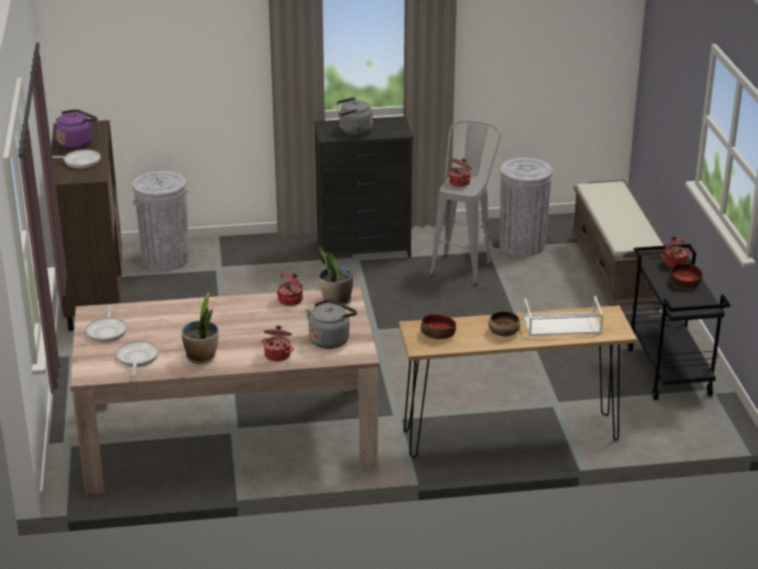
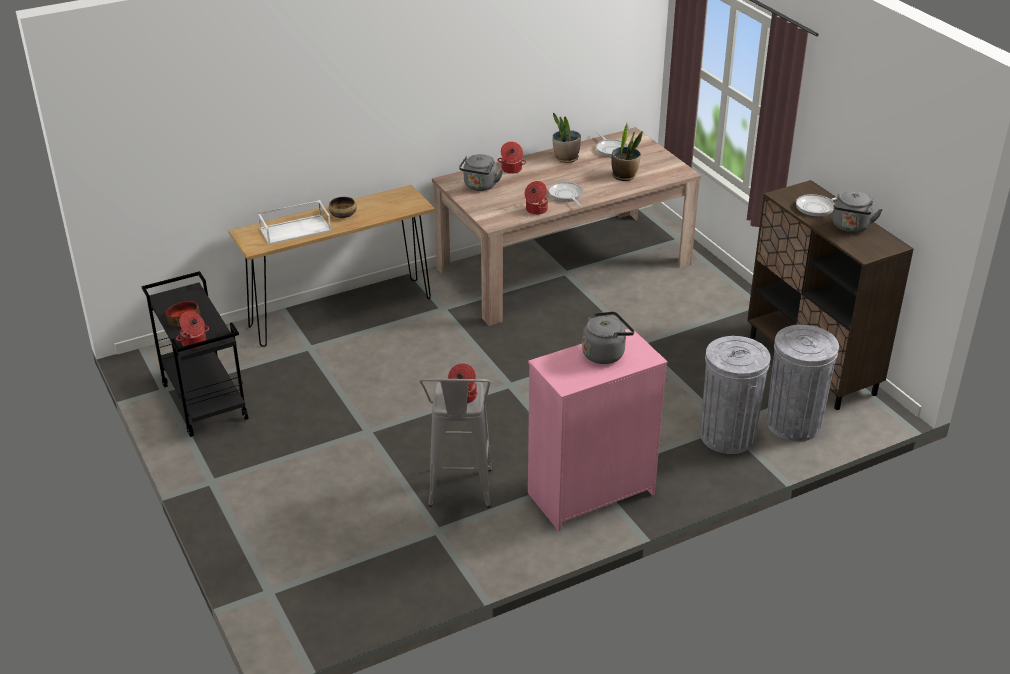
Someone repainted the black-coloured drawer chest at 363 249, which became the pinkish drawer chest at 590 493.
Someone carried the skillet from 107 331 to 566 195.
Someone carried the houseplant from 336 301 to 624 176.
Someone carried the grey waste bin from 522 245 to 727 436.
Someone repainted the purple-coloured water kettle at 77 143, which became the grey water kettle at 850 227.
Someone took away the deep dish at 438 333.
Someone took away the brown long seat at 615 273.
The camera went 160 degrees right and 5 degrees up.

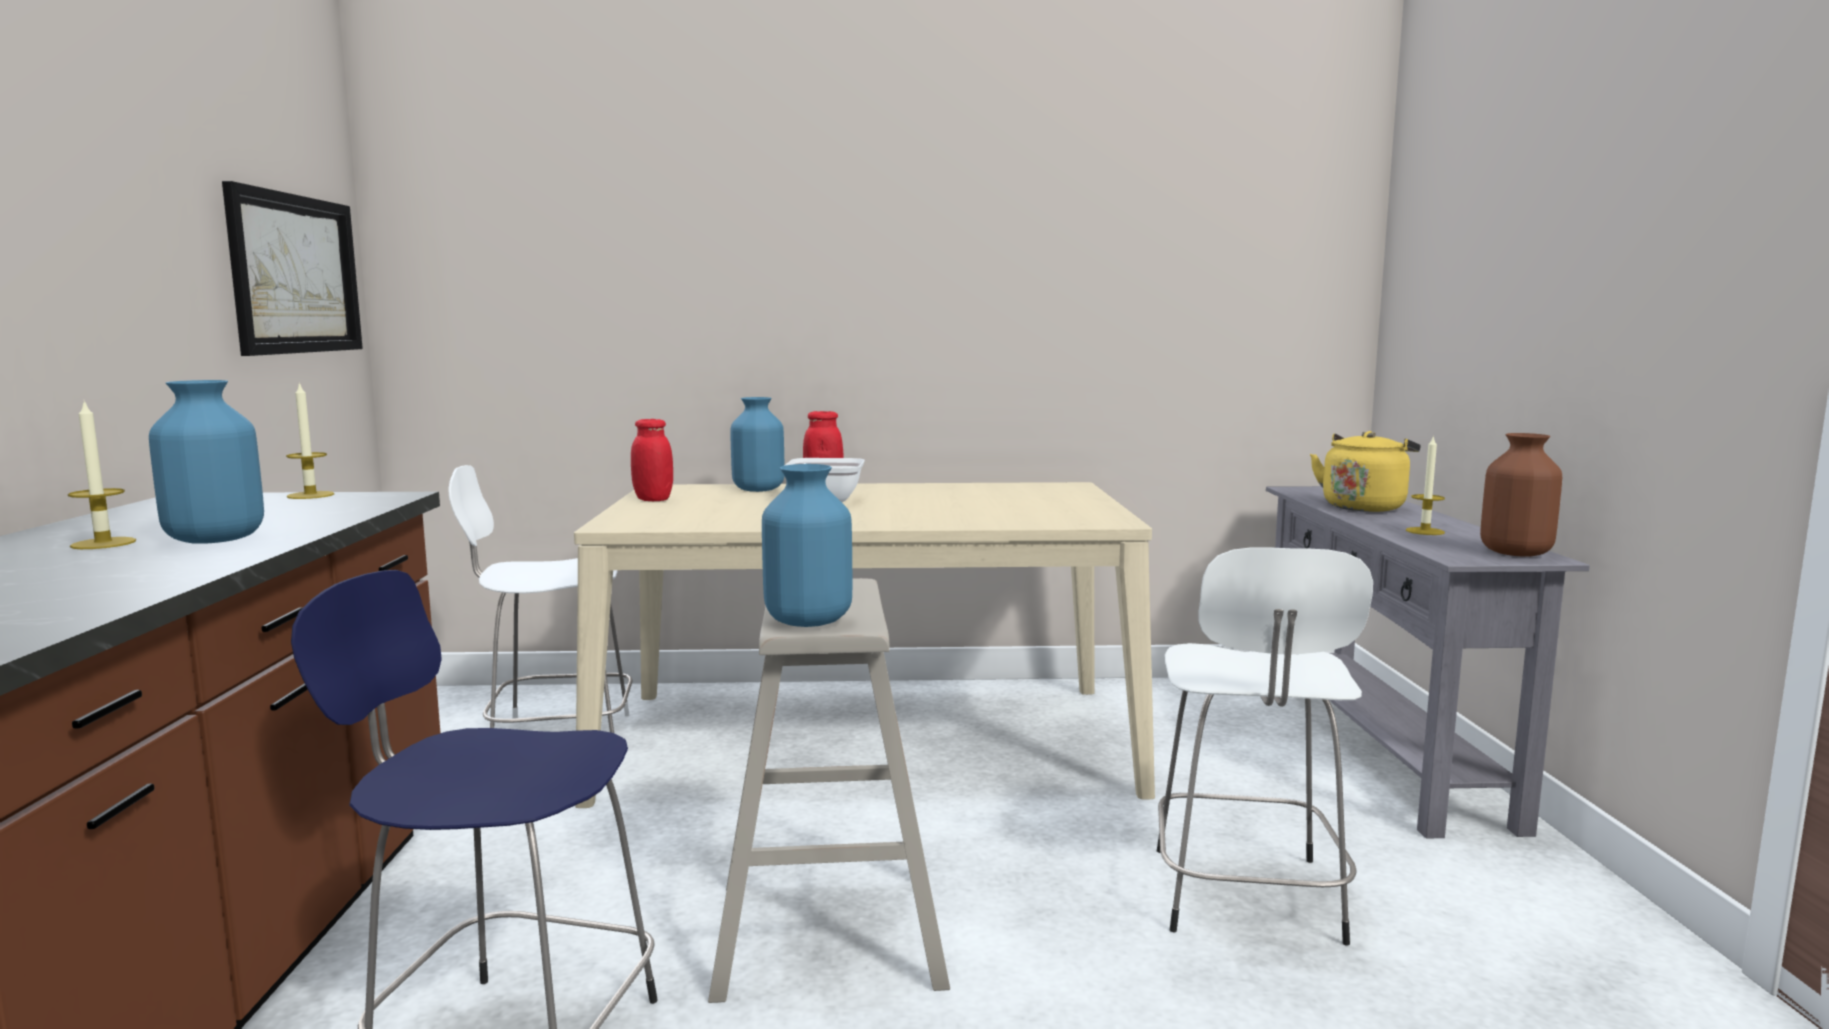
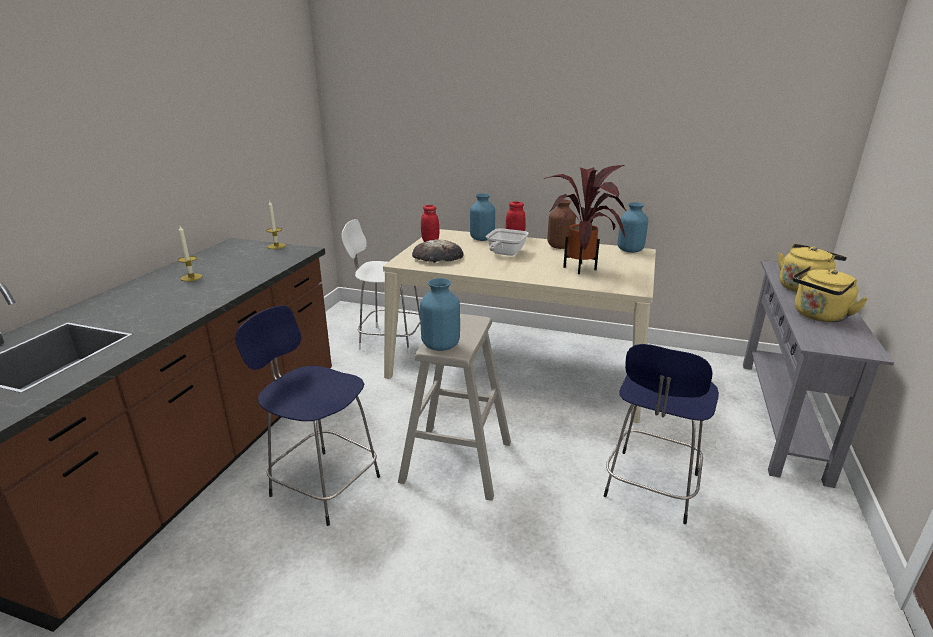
Someone put down the bakery bread at 437 257.
Someone put down the houseplant at 583 268.
Someone carried the brown decorative vase from 1516 553 to 560 247.
Someone repainted the white-coloured sitting stool at 1246 898, which became the blue sitting stool at 650 487.
Someone carried the blue decorative vase from 214 539 to 629 250.
Someone swapped the wax candle at 1425 531 for the yellowish water kettle at 818 316.
Someone took away the wall picture at 295 274.
The camera went 20 degrees right and 15 degrees up.

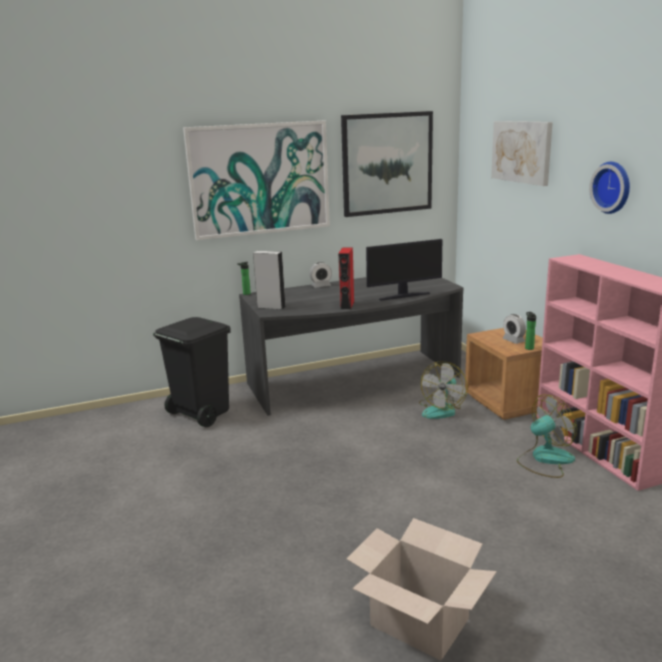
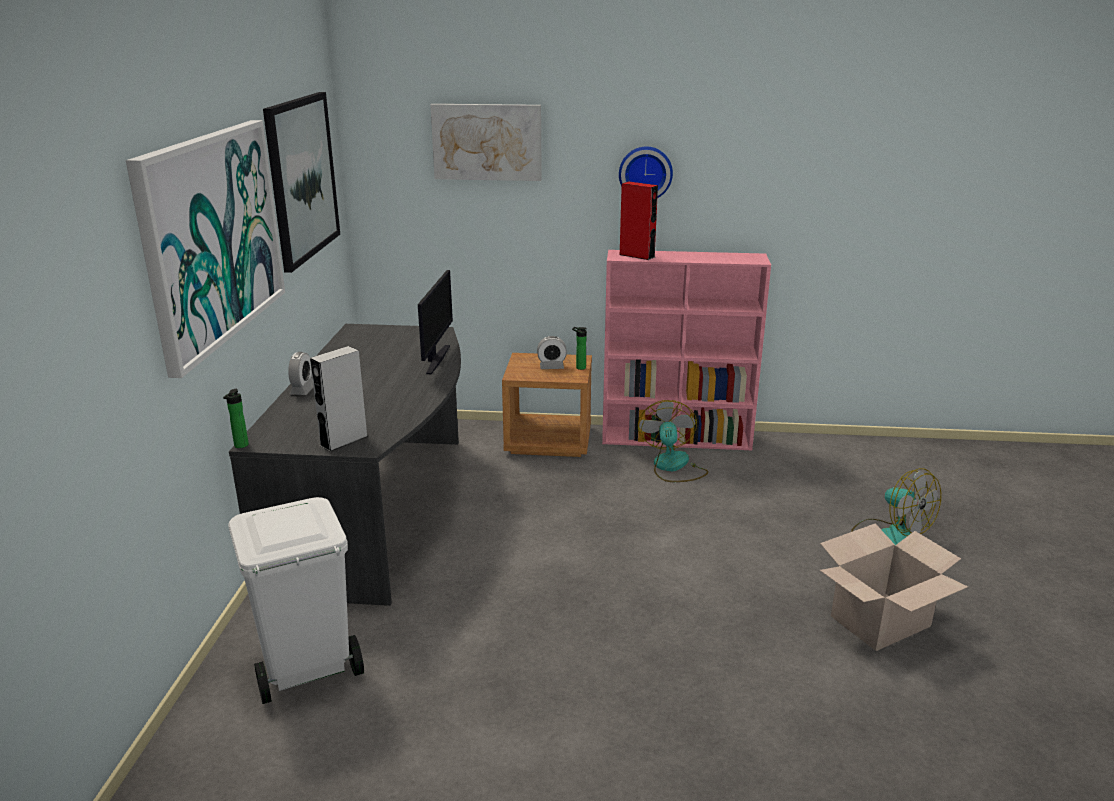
Someone repainted the black-coloured waste bin at 201 414, which became the white-coloured waste bin at 306 670.
Someone carried the red speaker from 347 305 to 637 255.
Someone carried the fan from 442 409 to 889 537.
The camera went 65 degrees left and 5 degrees up.

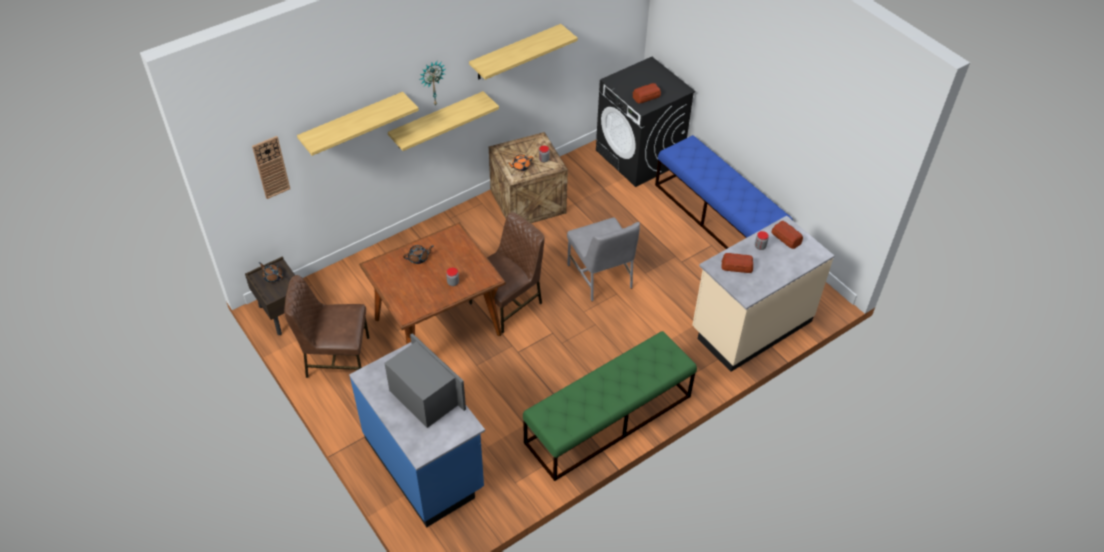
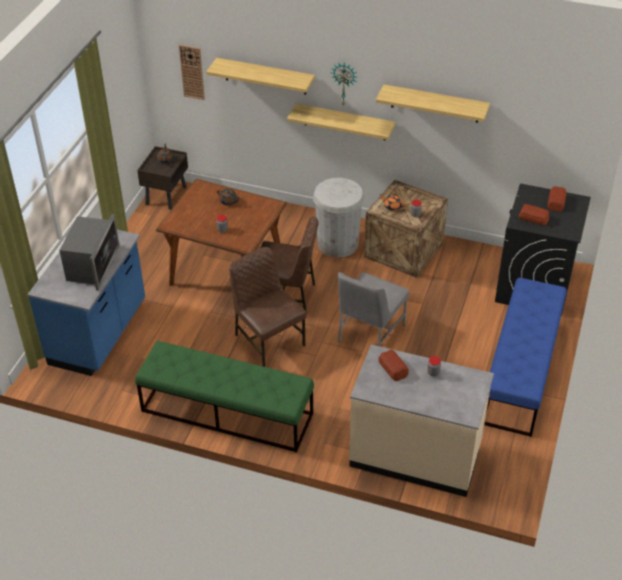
Someone carried the brown upright chair from 336 357 to 268 340.
Someone put down the white-coloured waste bin at 337 243.
Someone carried the bakery bread from 786 237 to 556 202.
The camera went 55 degrees right and 5 degrees down.

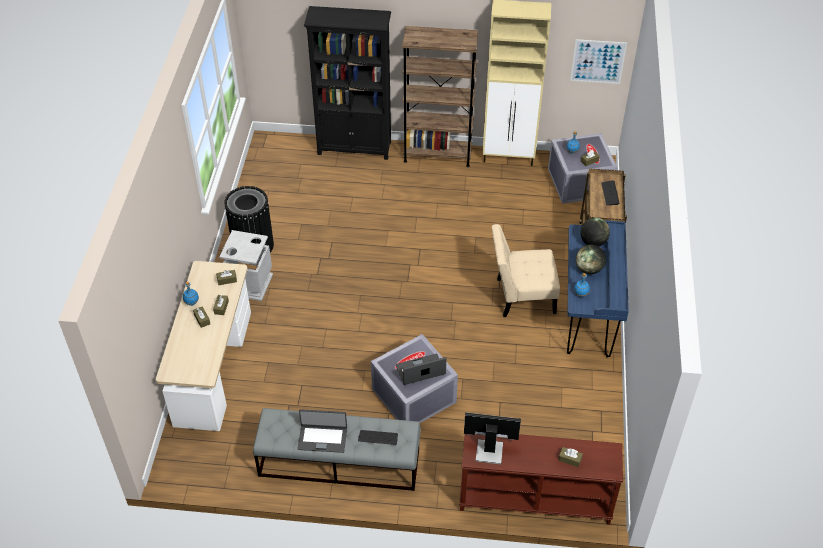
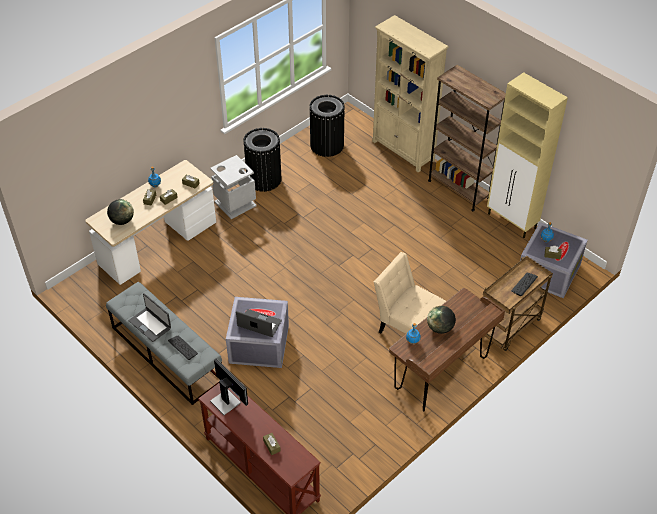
Someone carried the desk globe from 593 242 to 122 221.
Someone put down the black-coloured waste bin at 326 145.
Someone repainted the black-coloured bookcase at 355 148, which became the sand-coloured bookcase at 403 151.
Someone repainted the blue desk at 588 317, which became the brown desk at 441 374.
Someone took away the wall picture at 598 61.
The camera went 40 degrees right and 0 degrees up.

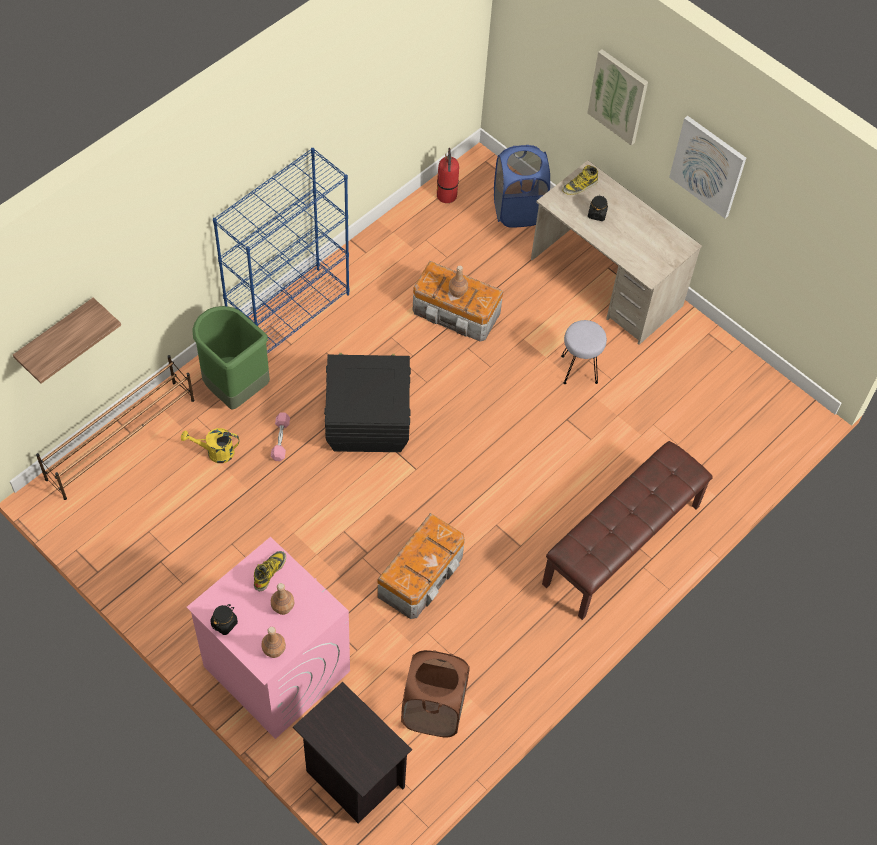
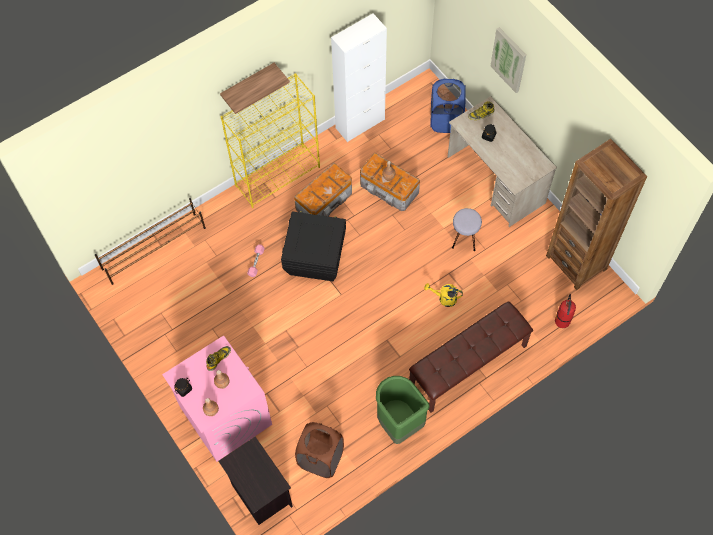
Someone carried the wall shelf from 56 336 to 248 84.
Someone repainted the blue bookcase at 289 314, which became the yellowish bookcase at 278 176.
Someone carried the storage bin from 422 575 to 325 200.
Someone put down the white-coloured storage cabinet at 360 123.
Someone carried the greenish waste bin from 234 389 to 398 423.
Someone carried the yellowish sprinkling can from 215 452 to 444 298.
Someone put down the brown bookcase at 576 262.
Someone carried the fire-fighting cylinder from 447 196 to 562 321.
Someone took away the wall picture at 708 166.
The camera went 15 degrees right and 5 degrees up.

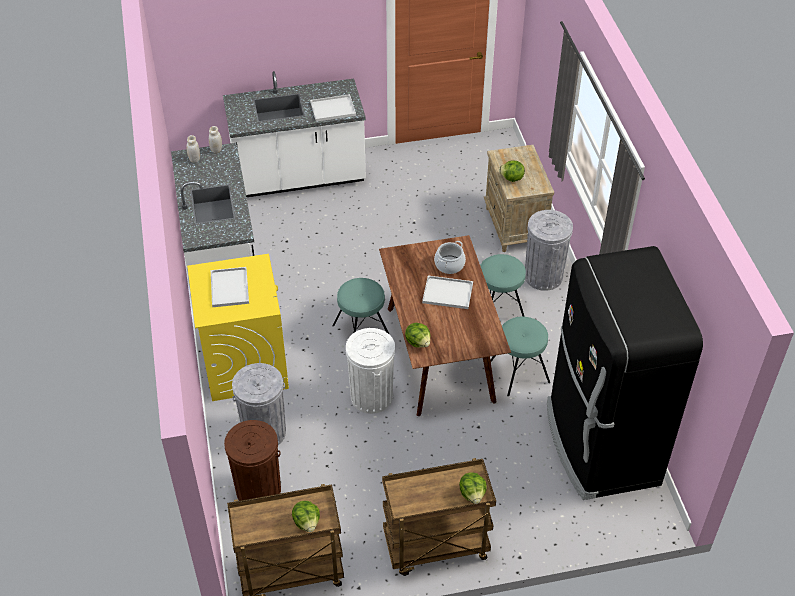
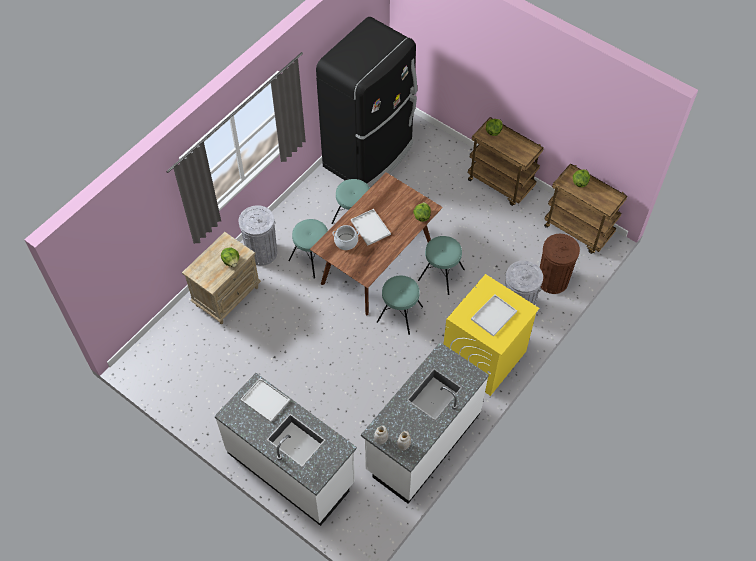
Someone swapped the white-coloured waste bin at 371 396 for the turquoise-coloured sitting stool at 441 275.
The camera went 130 degrees left and 10 degrees up.

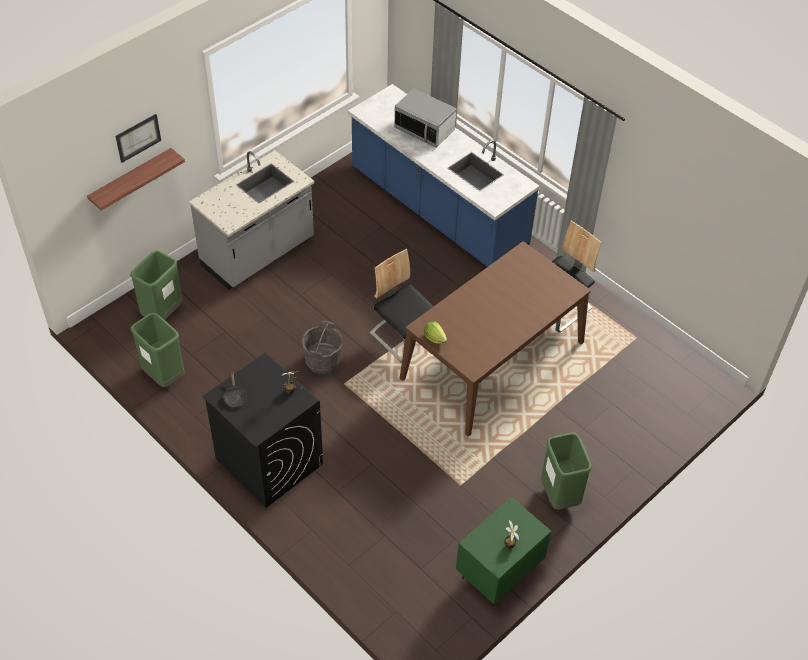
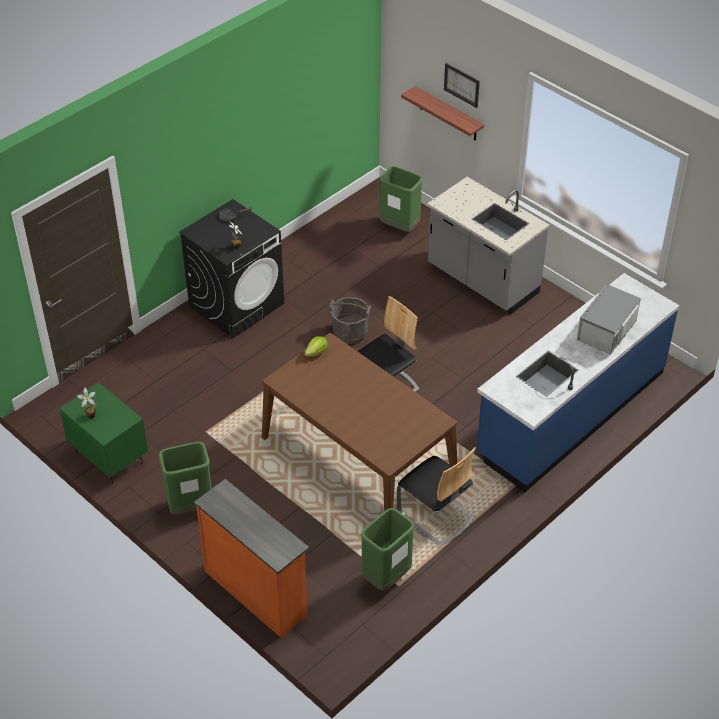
Someone put down the orange-coloured drawer chest at 256 591.
Someone carried the greenish waste bin from 164 376 to 386 577.
The camera went 90 degrees right and 5 degrees down.

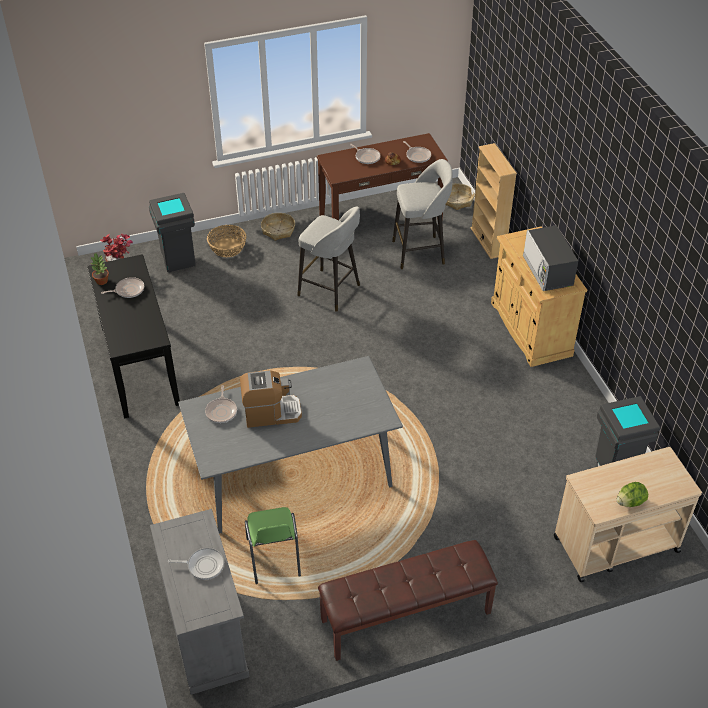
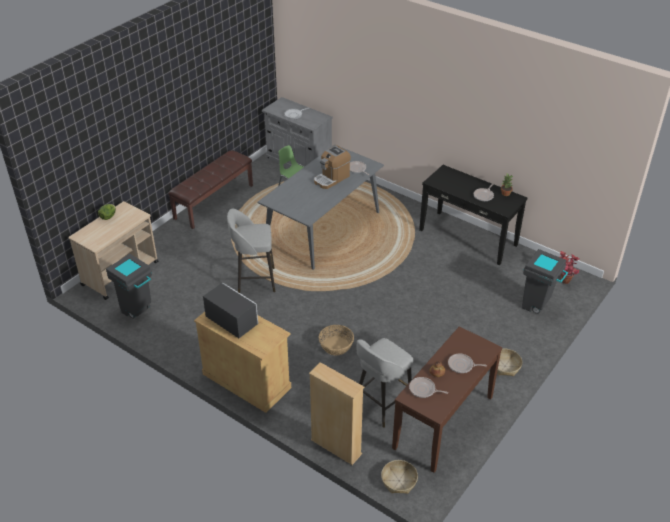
Someone carried the grey sitting stool from 330 291 to 254 280.
Someone carried the household basket from 227 247 to 336 346.
The camera went 145 degrees right and 5 degrees down.

